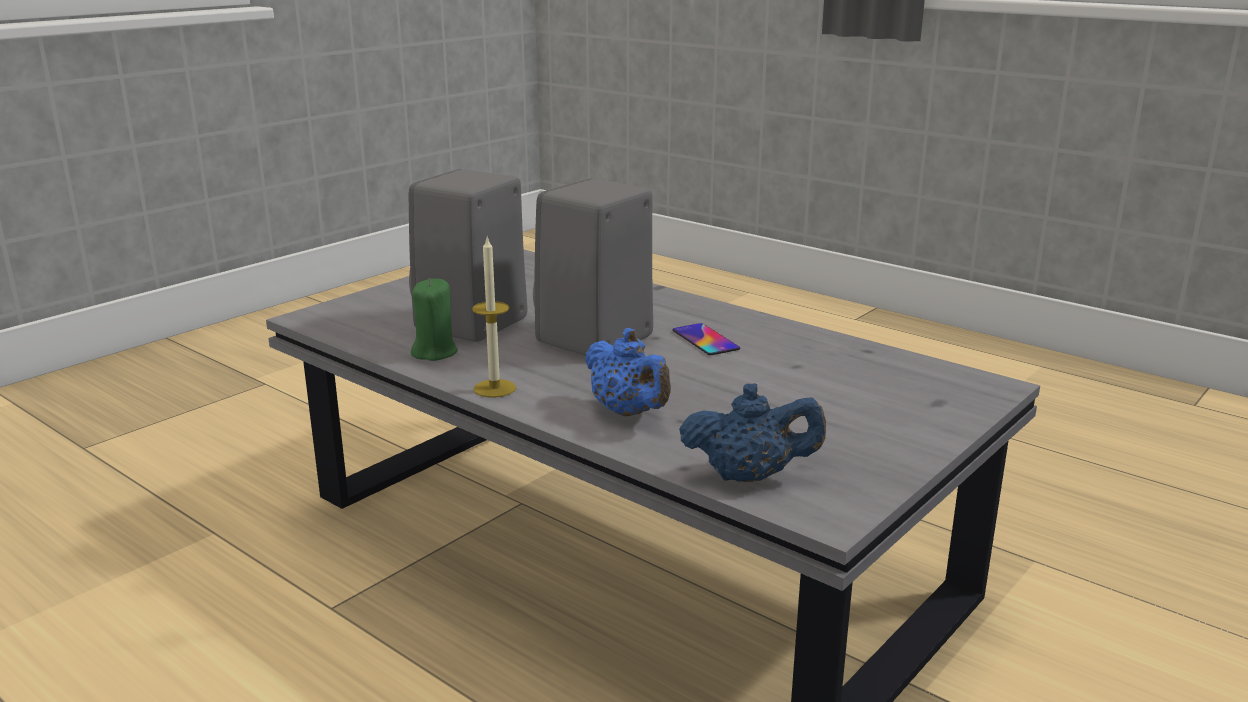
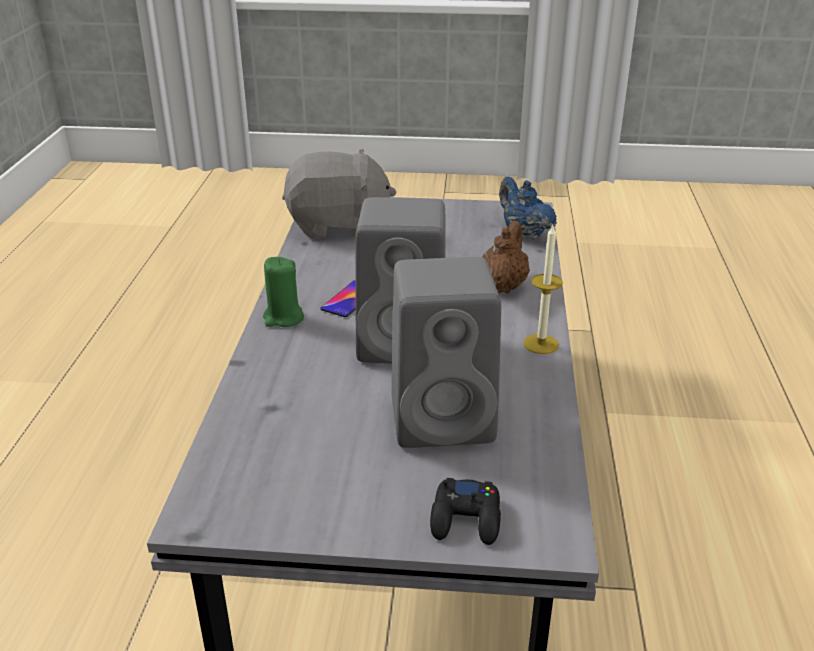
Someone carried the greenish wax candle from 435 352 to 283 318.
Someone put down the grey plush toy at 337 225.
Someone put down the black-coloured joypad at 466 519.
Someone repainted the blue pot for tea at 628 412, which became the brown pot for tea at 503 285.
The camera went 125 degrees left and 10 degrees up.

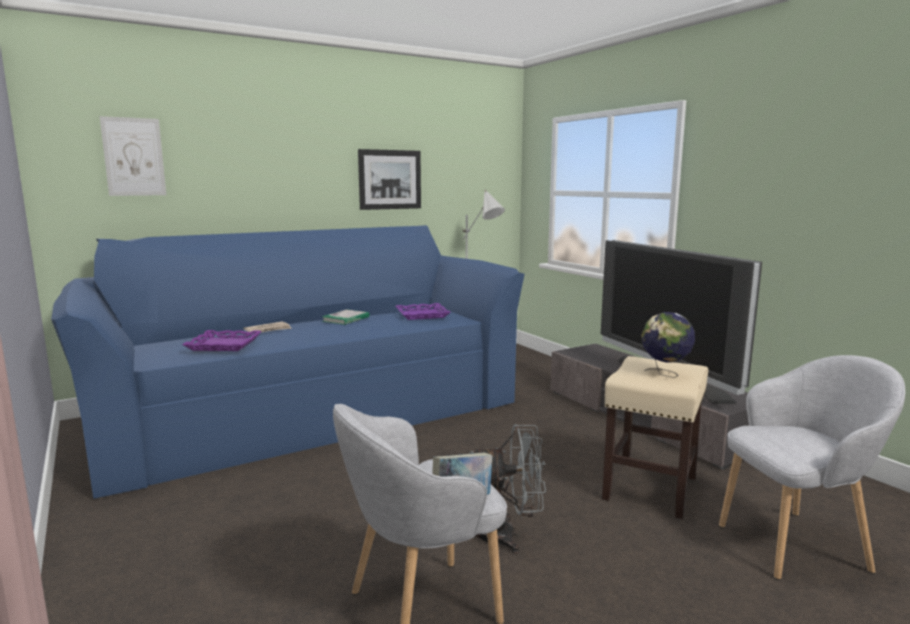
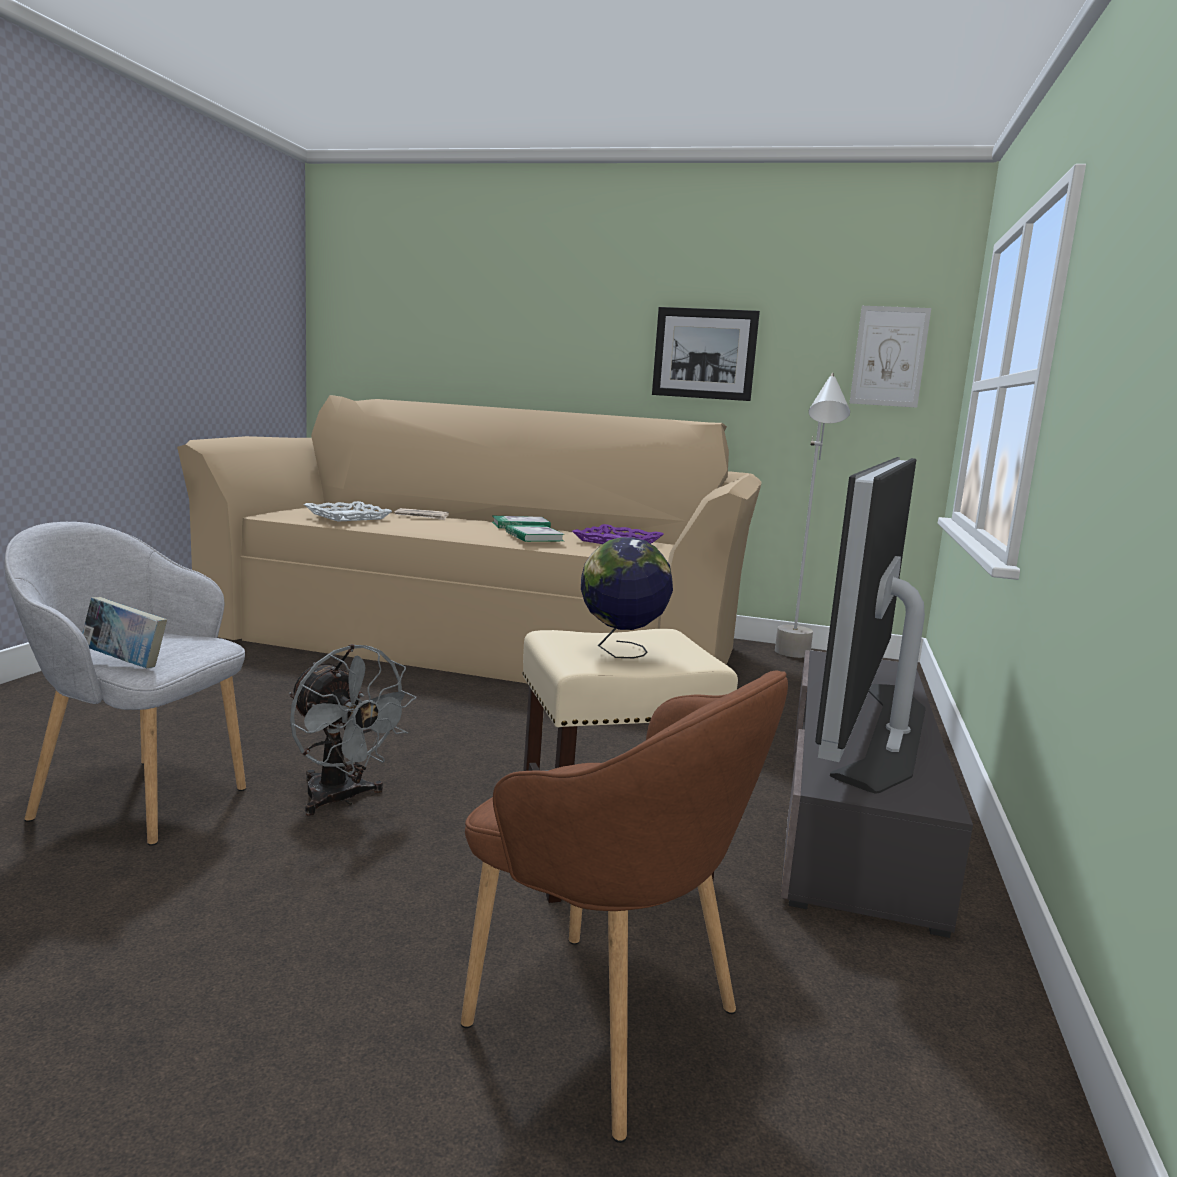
Someone repainted the blue settee at 309 410, which became the sand-coloured settee at 482 637.
Someone repainted the purple-coloured carrying tray at 223 345, which became the white-coloured carrying tray at 347 516.
Someone repainted the grey easy chair at 795 545, which became the brown easy chair at 607 1027.
Someone put down the bound book at 534 536.
Someone carried the wall picture from 134 157 to 889 356.
The camera went 45 degrees right and 0 degrees up.

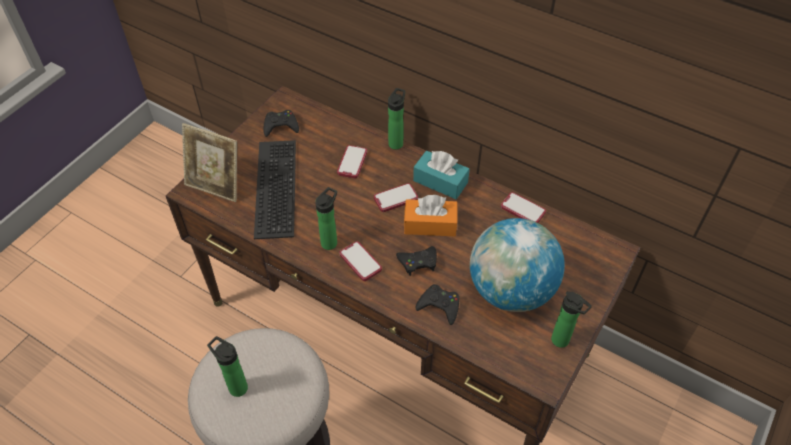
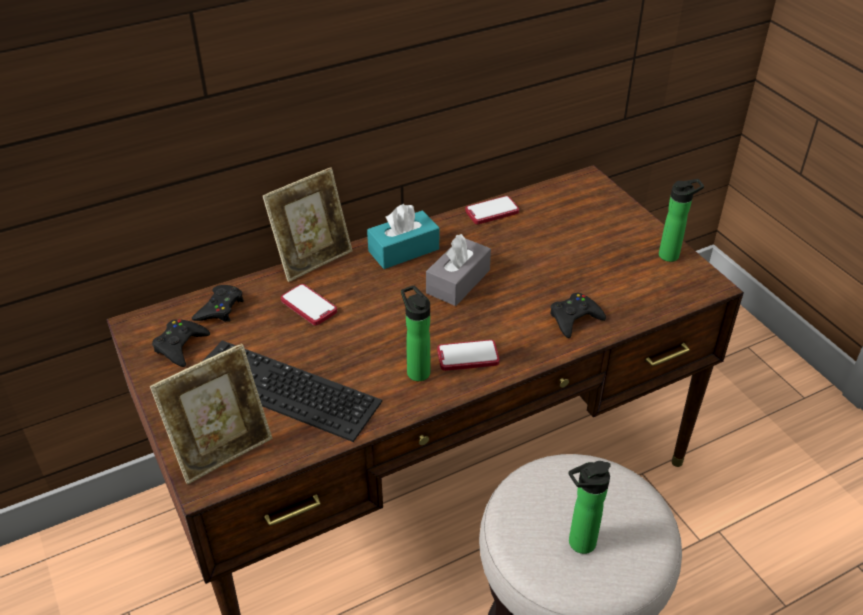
Someone carried the black-coloured joypad from 418 262 to 220 308.
Someone swapped the bottle at 396 142 for the picture frame at 313 259.
Someone repainted the orange-coloured tissue holder at 430 224, which became the grey tissue holder at 458 282.
Someone took away the phone at 395 198.
Someone took away the desk globe at 510 290.
The camera went 60 degrees left and 10 degrees down.

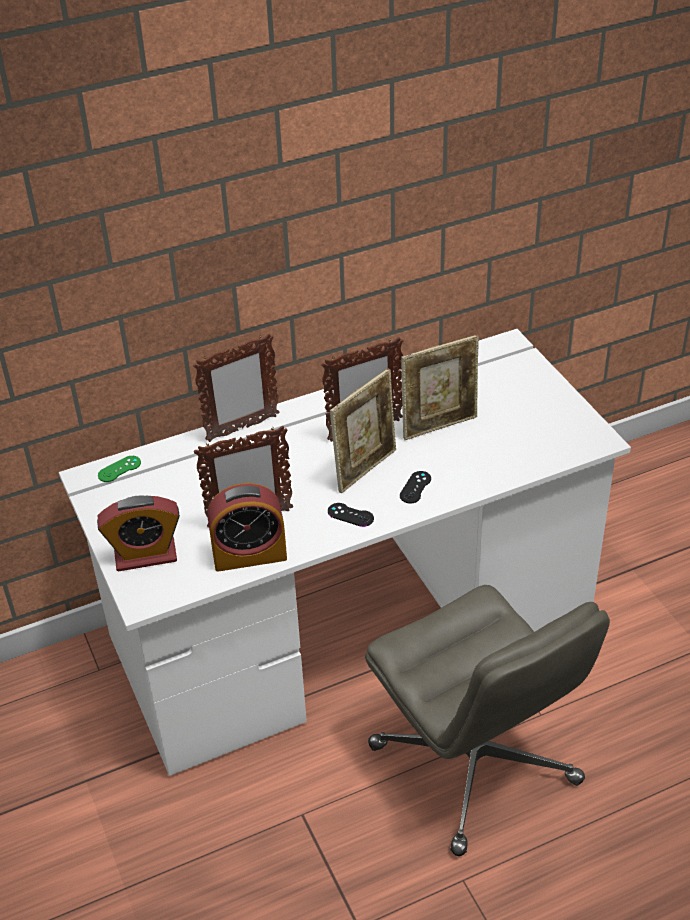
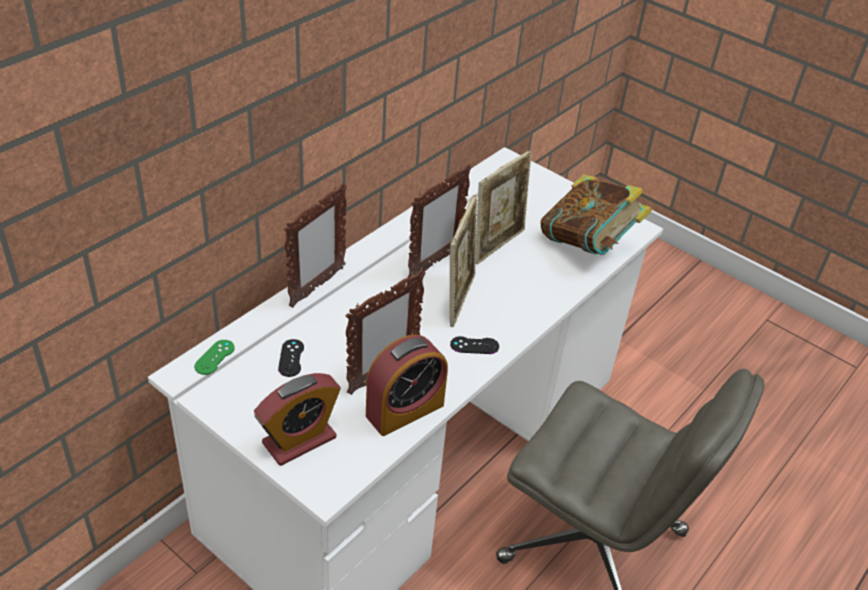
Someone carried the black-coloured joypad from 415 487 to 291 358.
Someone put down the bound book at 588 245.
The camera went 30 degrees left and 0 degrees up.

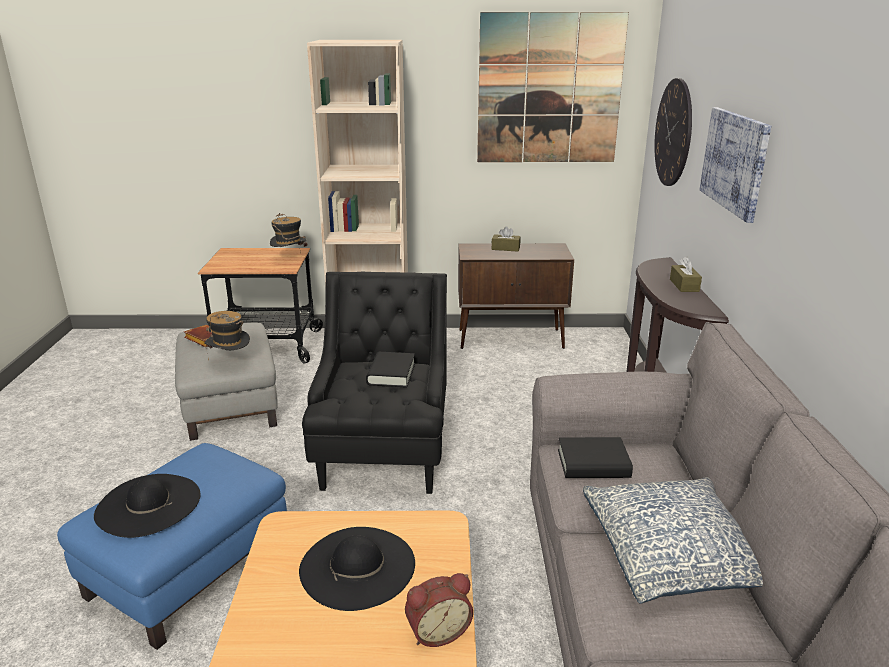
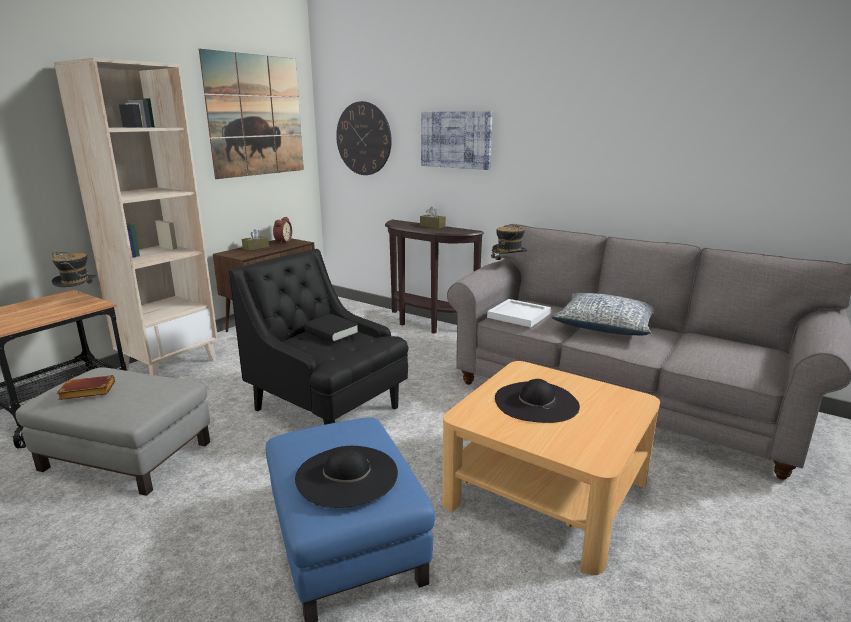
Someone carried the bedside clock from 437 631 to 282 241.
Someone swapped the black-coloured bound book at 593 464 for the white-coloured carrying tray at 520 315.
Someone carried the wearable hat from 230 362 to 508 268.
The camera went 55 degrees left and 5 degrees down.

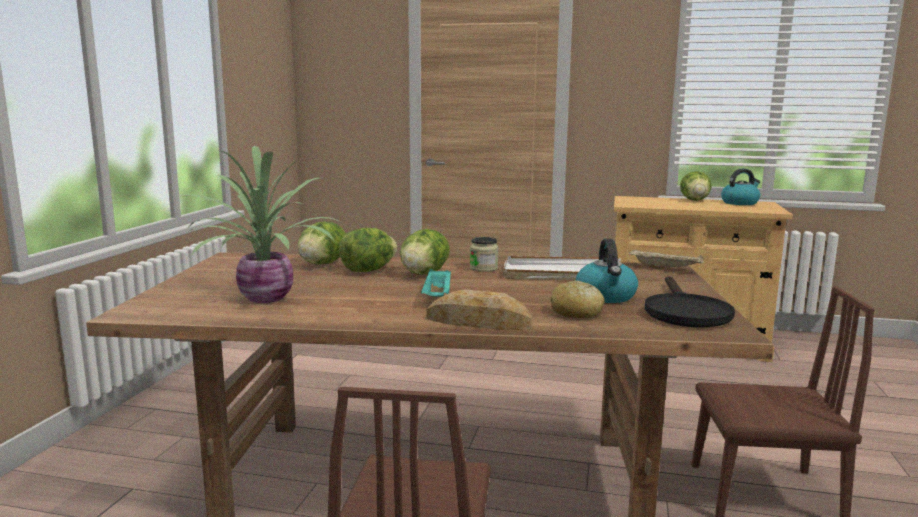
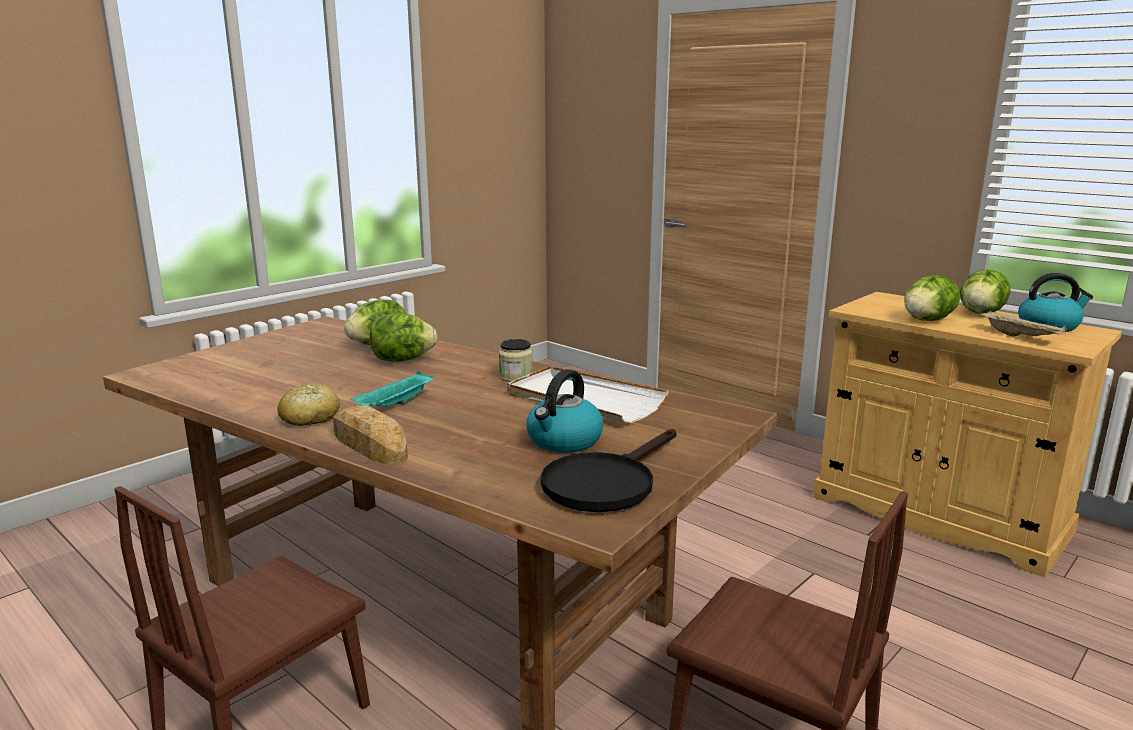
Someone carried the bakery bread from 576 312 to 310 418.
Someone carried the lettuce from 424 274 to 927 320.
Someone carried the sand-coloured carrying tray from 666 269 to 1021 337.
Someone took away the houseplant at 263 299.
The camera went 30 degrees right and 5 degrees up.

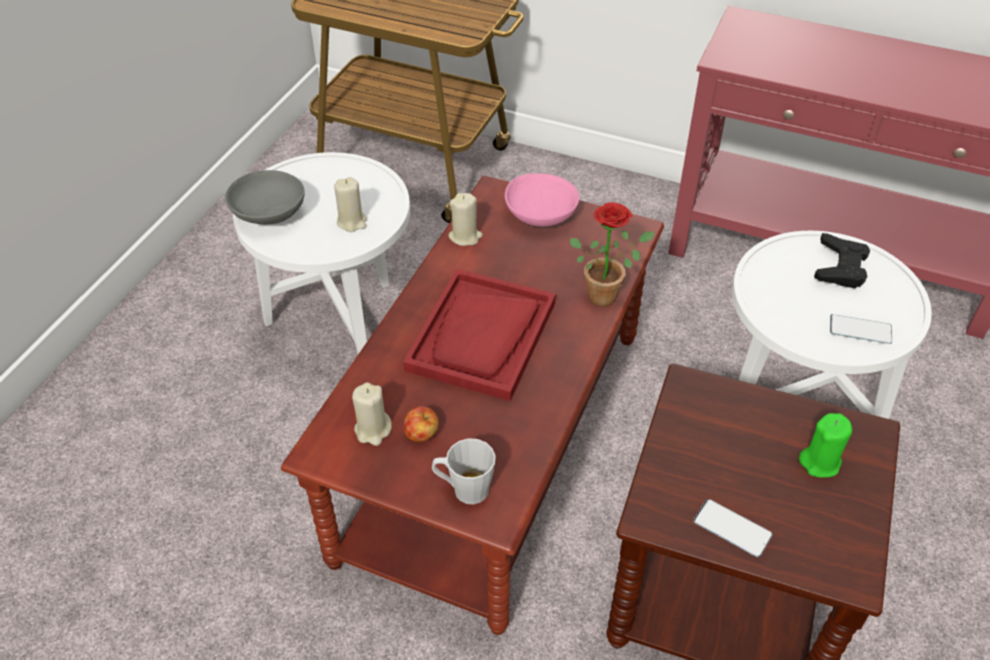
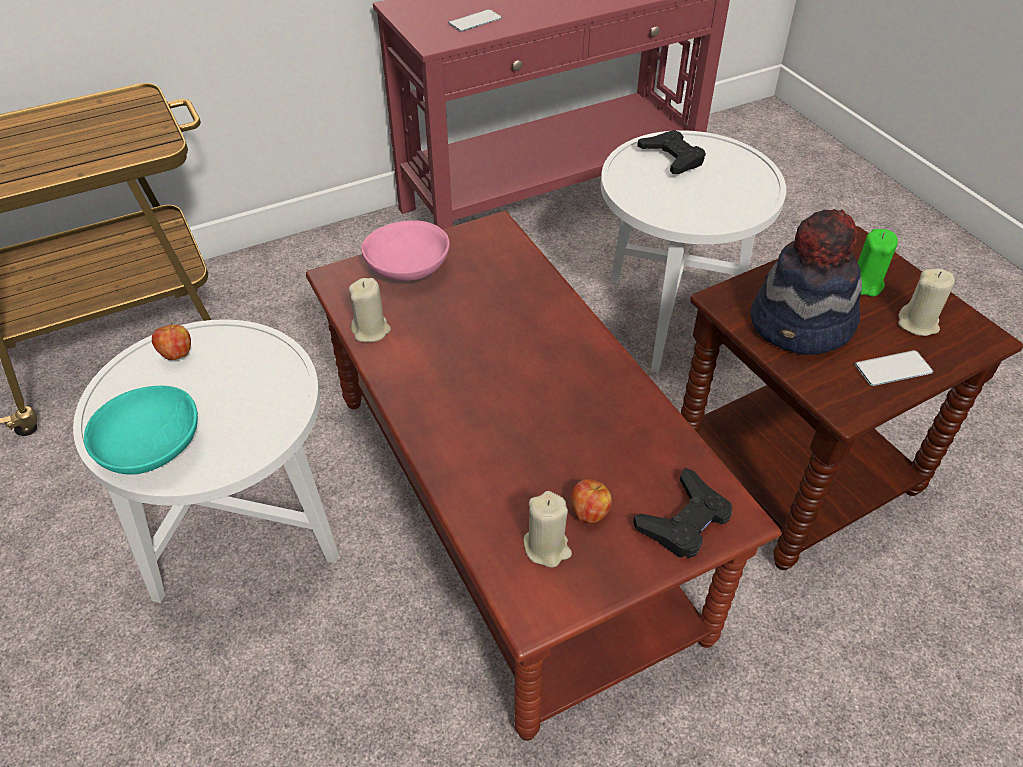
Someone repainted the grey deep dish at 269 213, which became the turquoise-coloured deep dish at 151 449.
Someone put down the apple at 176 354.
Someone carried the phone from 860 329 to 475 21.
Someone swapped the grey mug at 464 489 for the black-coloured joypad at 684 521.
Someone put down the wearable hat at 802 325.
Someone carried the sand-coloured wax candle from 352 222 to 918 323.
Someone took away the red carrying tray at 482 336.
Someone took away the houseplant at 606 294.
The camera went 50 degrees left and 0 degrees up.

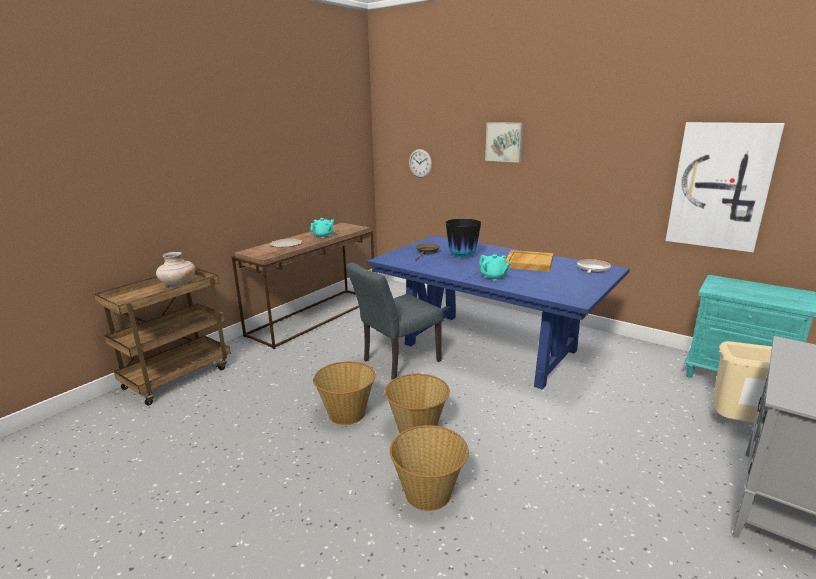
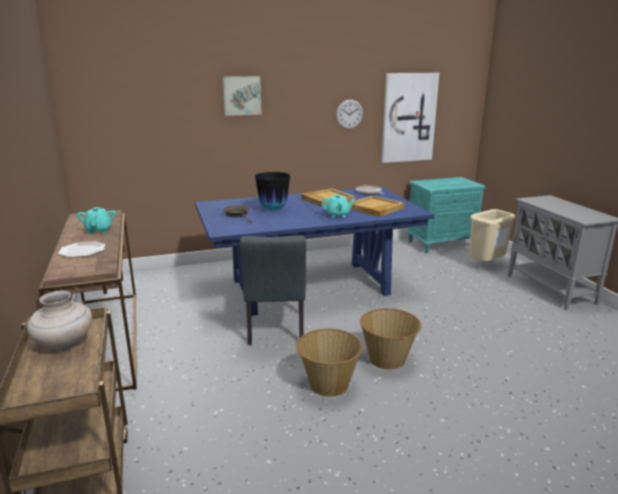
Someone carried the hanging clock from 420 163 to 349 114.
Someone put down the sand-coloured carrying tray at 375 208.
Someone took away the household basket at 429 493.
The camera went 55 degrees left and 0 degrees up.

